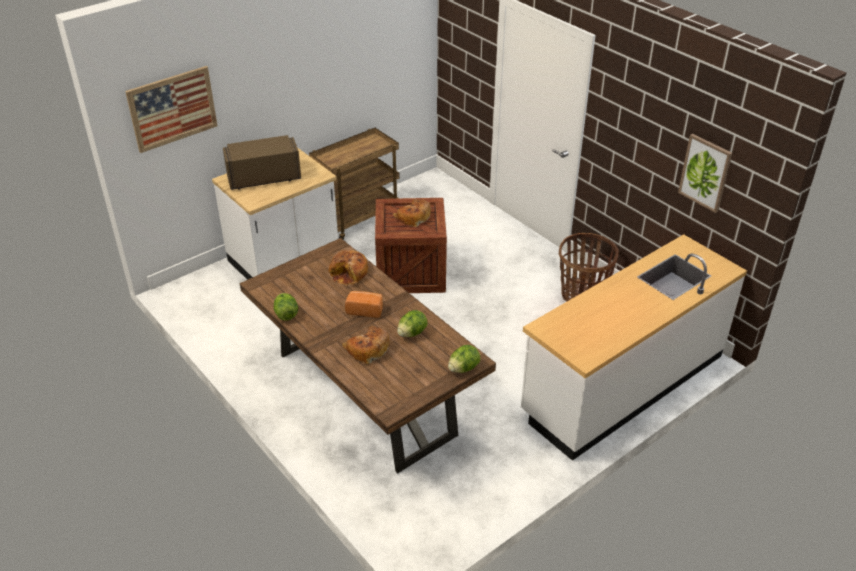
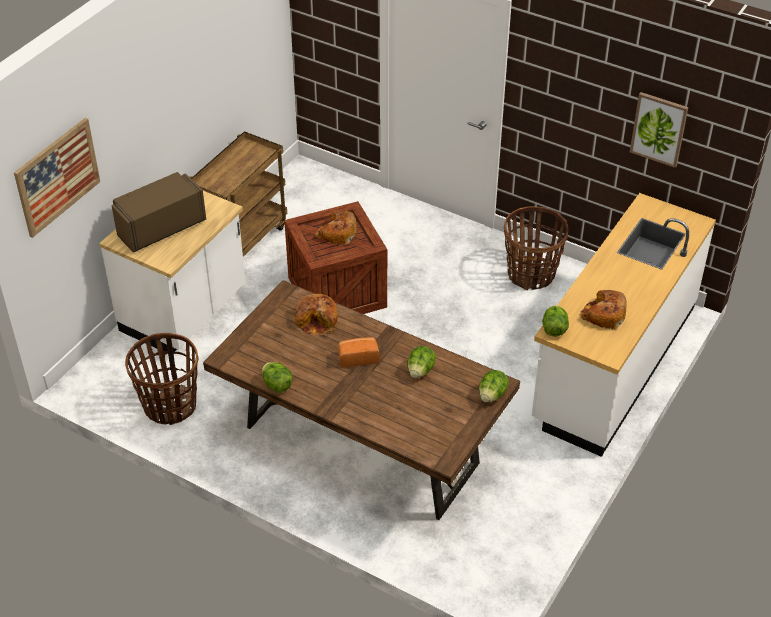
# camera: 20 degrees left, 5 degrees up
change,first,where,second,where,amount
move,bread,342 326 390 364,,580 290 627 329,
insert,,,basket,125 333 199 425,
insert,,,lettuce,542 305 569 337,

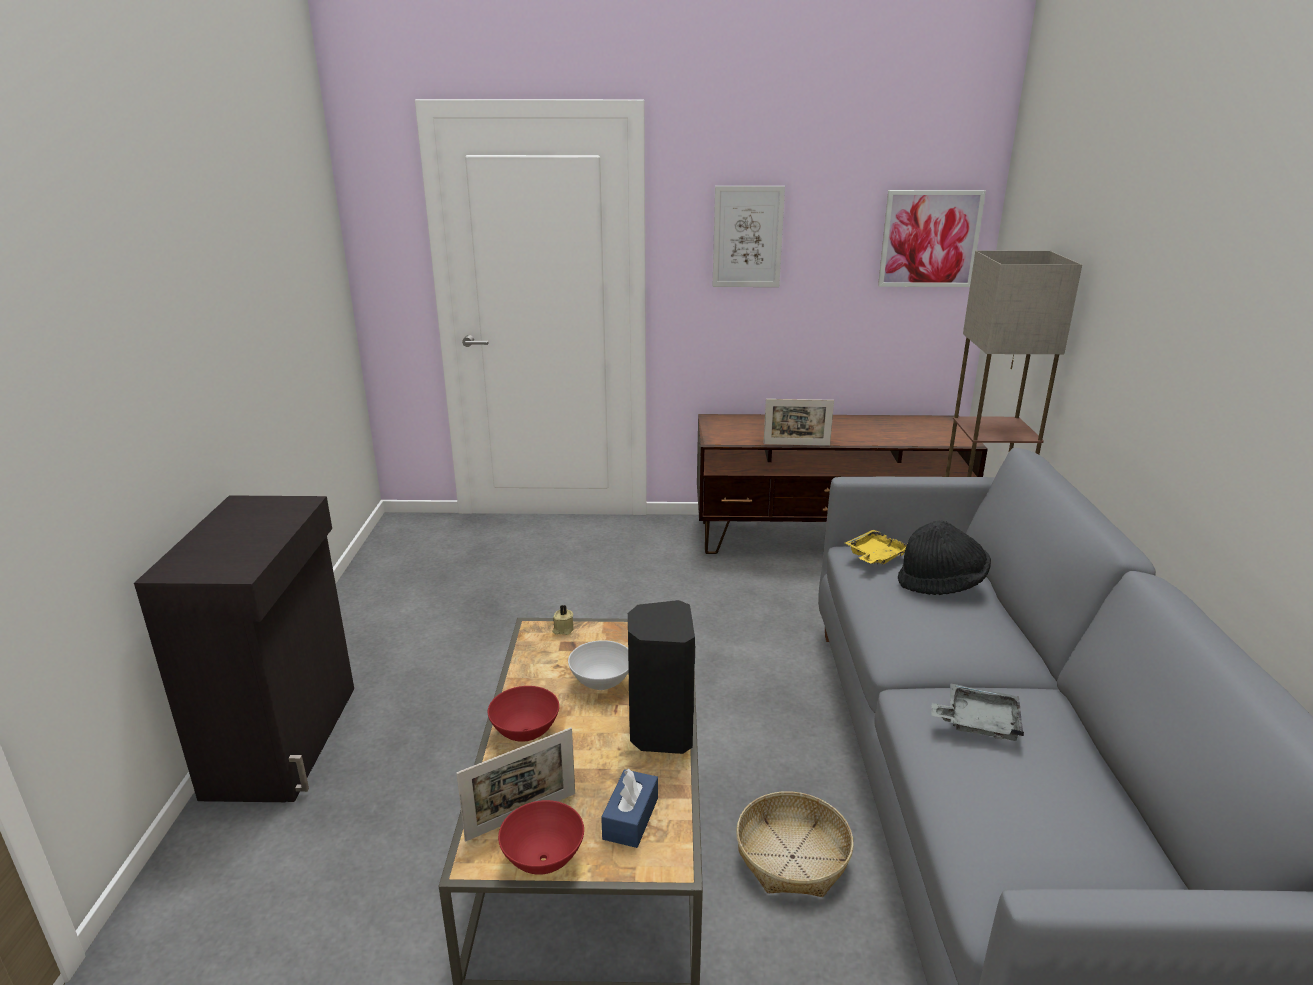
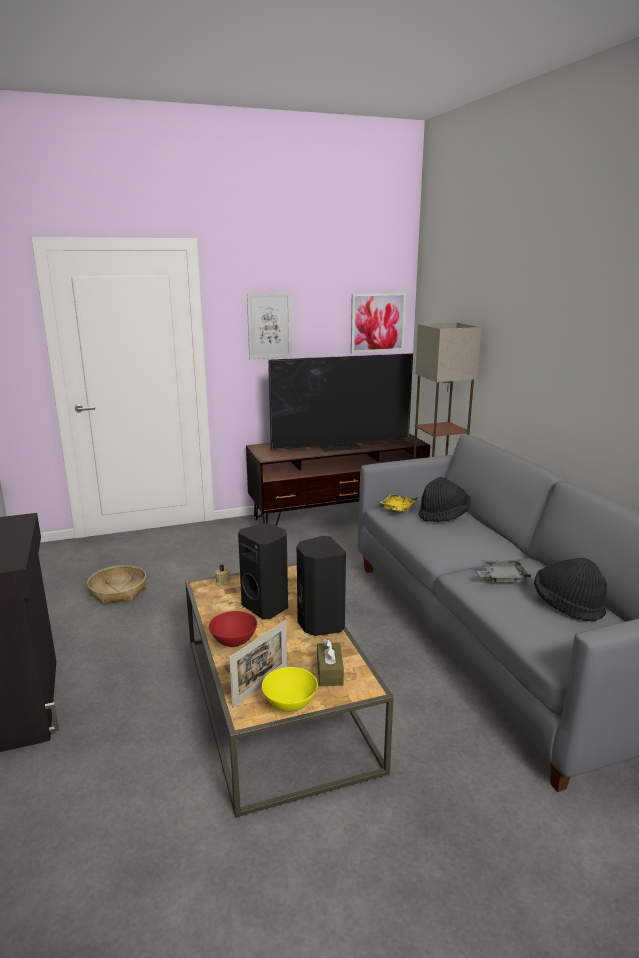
# camera: 20 degrees left, 5 degrees down
change,first,where,second,where,amount
recolor,bowl in red,498 800 584 875,bowl in yellow,262 667 318 712,
replace,bowl in white,568 640 629 690,speaker in black,238 523 288 619,
recolor,tissue box in blue,601 768 658 848,tissue box in brown,317 639 344 686,
move,basket,736 791 854 897,,87 565 146 605,
delete,picture frame,763 399 834 446,,,
insert,,,television,268 353 413 452,
insert,,,hat in black,534 558 607 621,

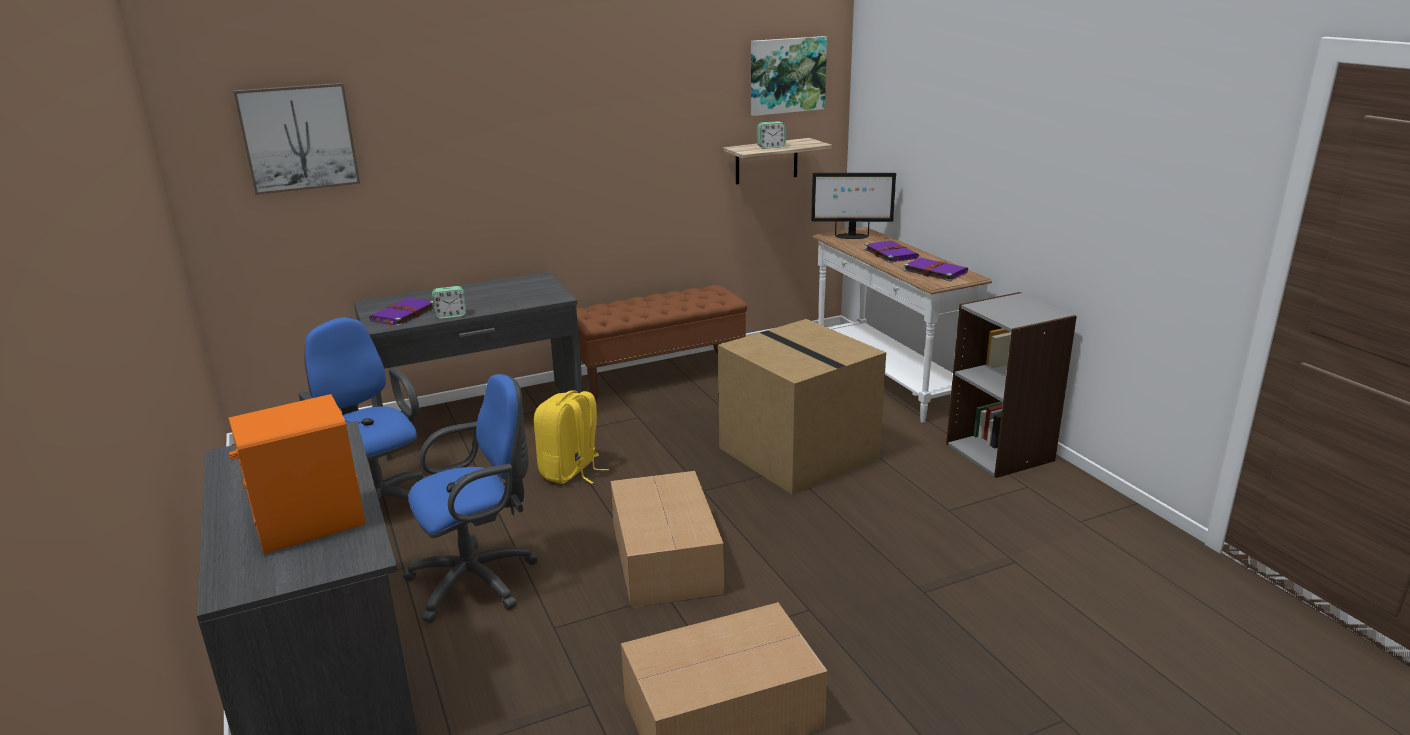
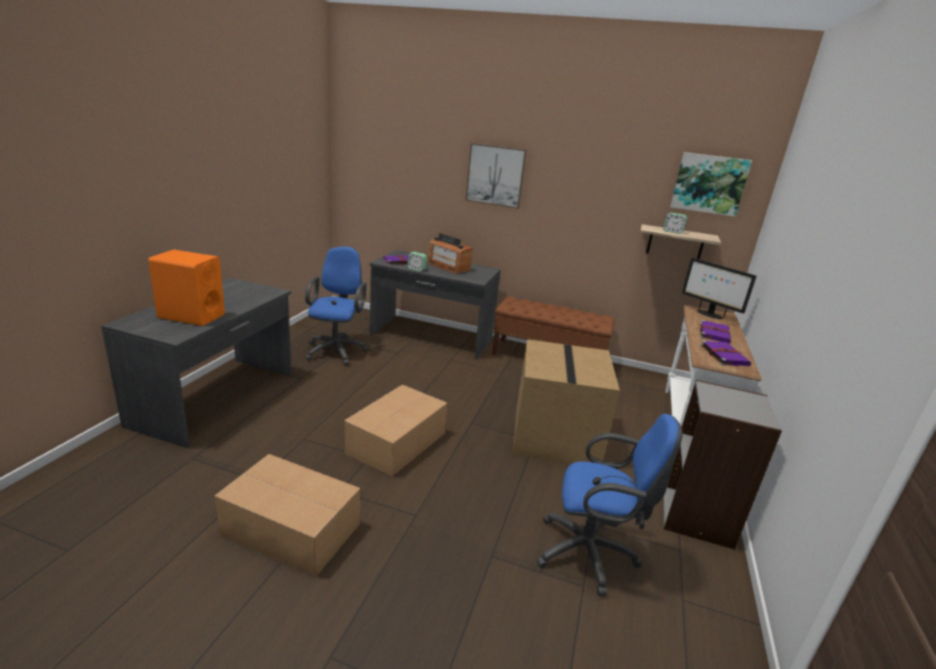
# camera: 40 degrees right, 0 degrees up
change,first,where,second,where,amount
move,picture,233 83 360 195,,465 143 527 209,
move,office chair in blue,403 374 538 623,,536 414 683 596,
delete,backpack in yellow,534 390 609 484,,,
insert,,,radio,427 233 473 274,

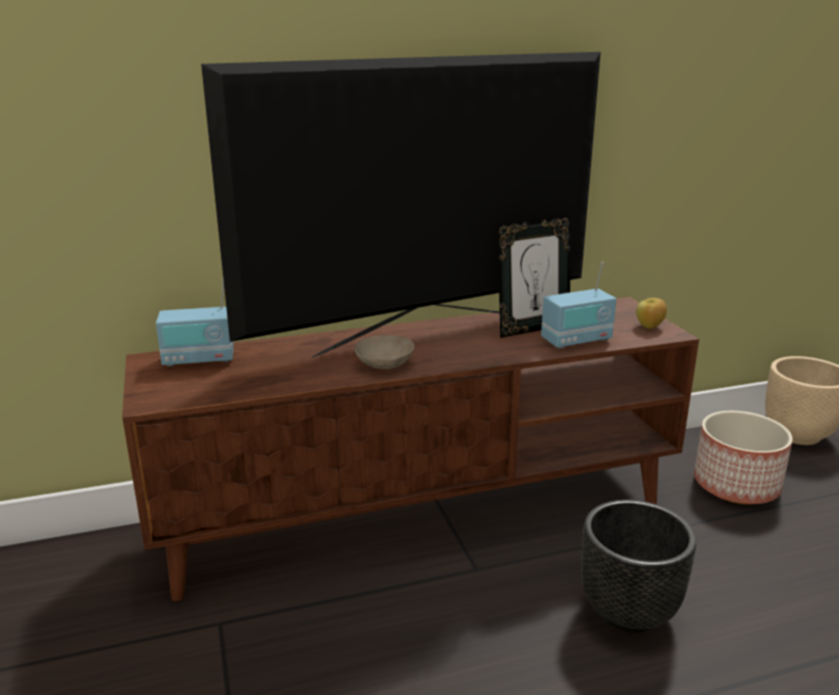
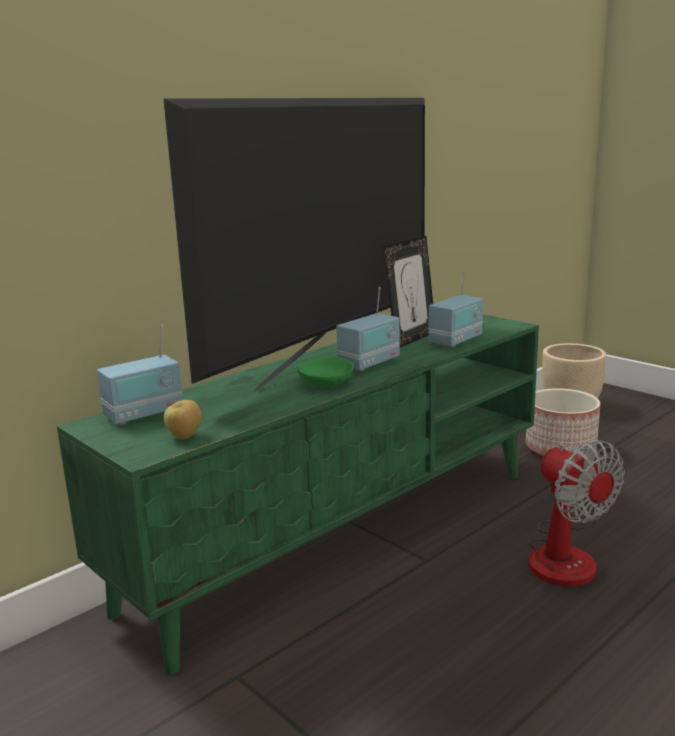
# camera: 25 degrees left, 5 degrees down
change,first,where,second,where,amount
recolor,tv stand in brown,122 297 699 601,tv stand in green,57 314 539 674,
recolor,bowl in beige,354 335 414 369,bowl in green,297 357 354 387,
replace,planter in black,581 500 696 633,fan,528 440 625 586,
move,apple,636 298 667 329,,164 400 201 440,
insert,,,radio,336 287 400 372,

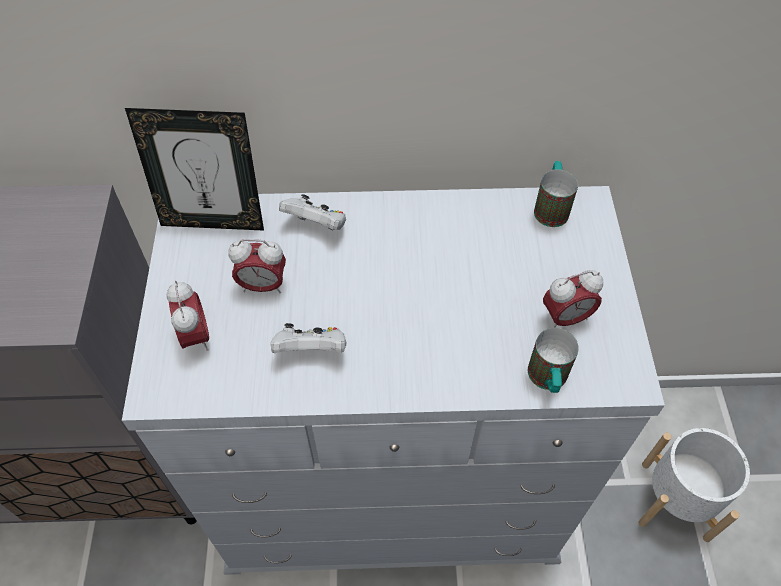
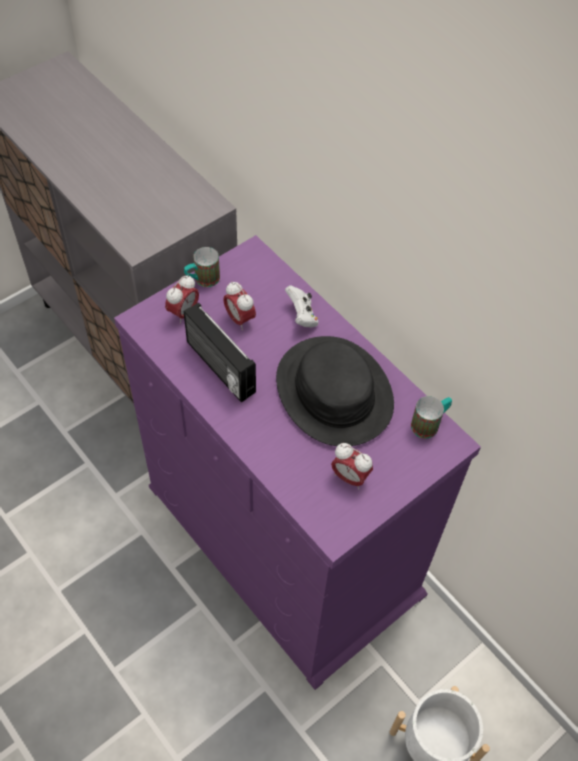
# camera: 50 degrees right, 0 degrees up
change,first,where,second,where,amount
recolor,dresser in white,122 186 665 575,dresser in purple,114 235 481 690,
delete,picture frame,125 108 264 231,,,
replace,game controller in white,271 323 346 353,radio,184 303 256 402,
move,mug,528 328 579 393,,184 247 220 287,
insert,,,hat in black,276 336 394 446,

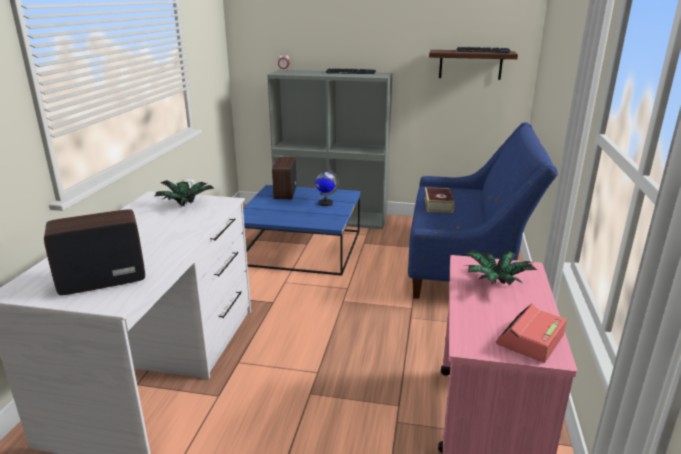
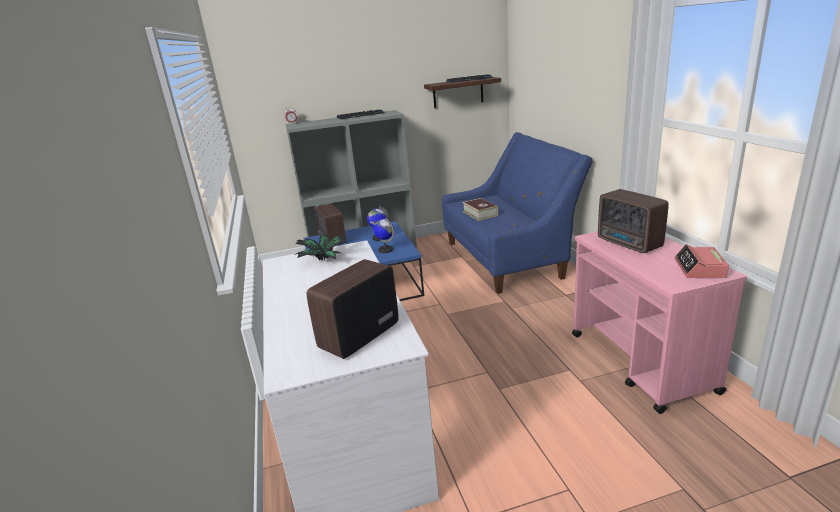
# camera: 25 degrees left, 0 degrees up
change,first,where,second,where,amount
replace,potted plant,462 249 537 285,radio,598 189 668 253,
insert,,,globe,373 218 394 253,

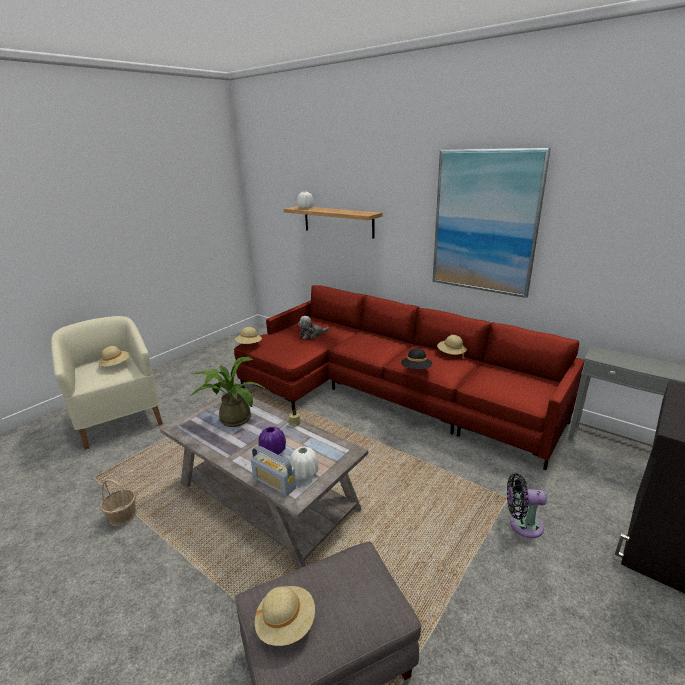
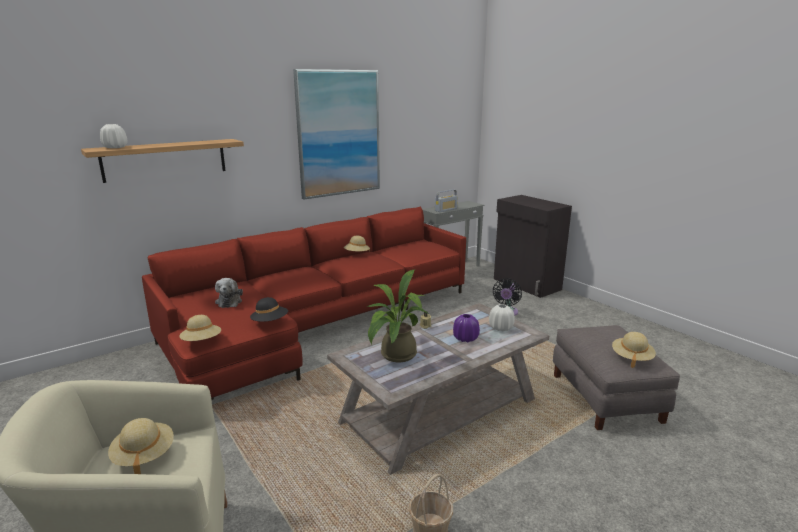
# camera: 75 degrees left, 5 degrees down
change,first,where,second,where,amount
move,radio,251 446 296 496,,435 189 458 212,
move,hat in black,401 349 432 369,,250 297 288 322,

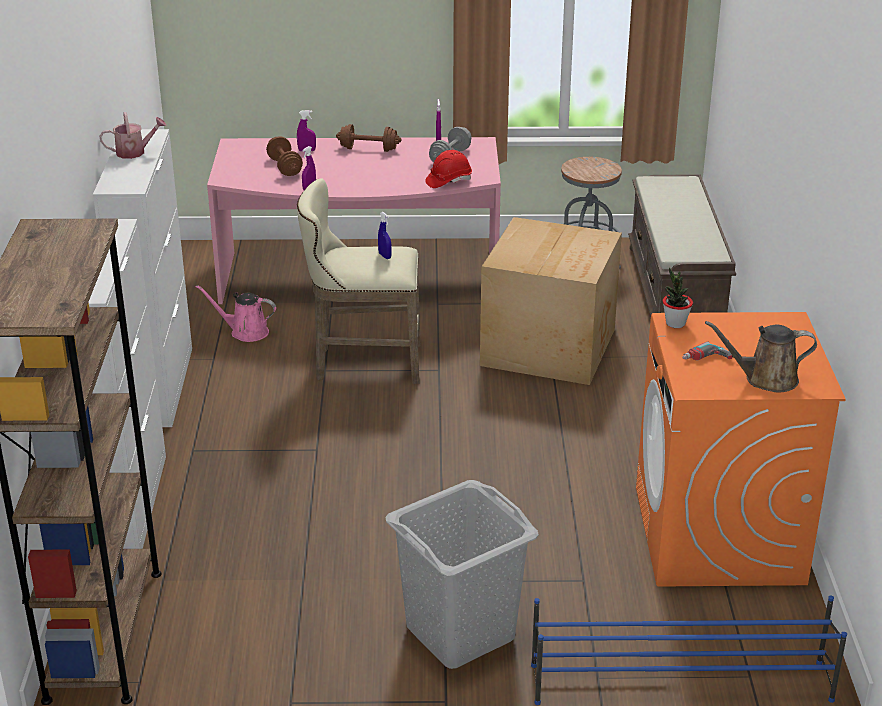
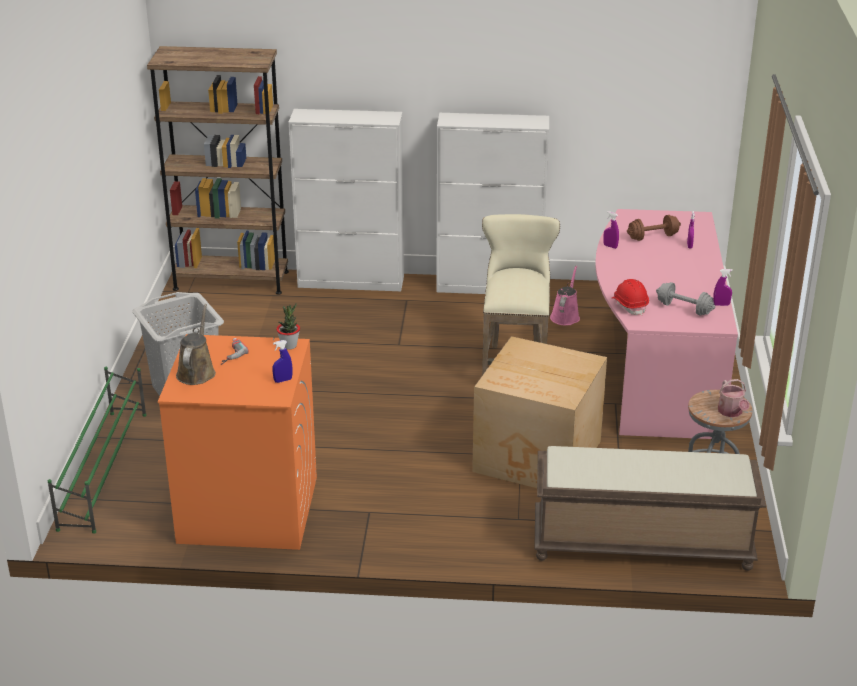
# camera: 95 degrees right, 0 degrees up
change,first,where,second,where,amount
move,watering can,99 112 167 159,,718 379 750 417,
delete,dumbbell in brown,336 124 401 152,,,
move,spray bottle in blue,378 212 392 259,,272 340 292 383,
recolor,shoe rack in blue,531 596 847 705,shoe rack in green,48 367 146 534,

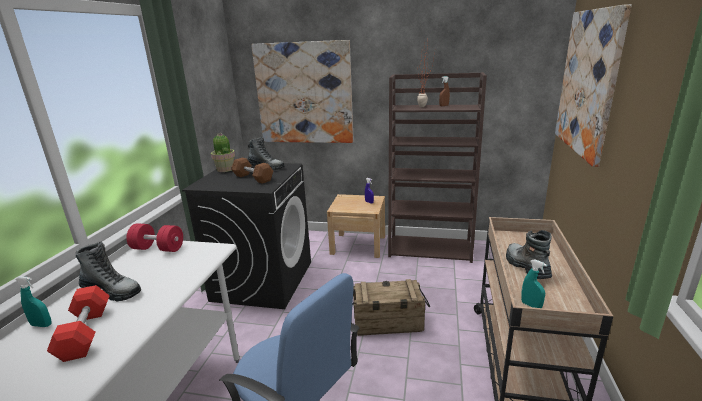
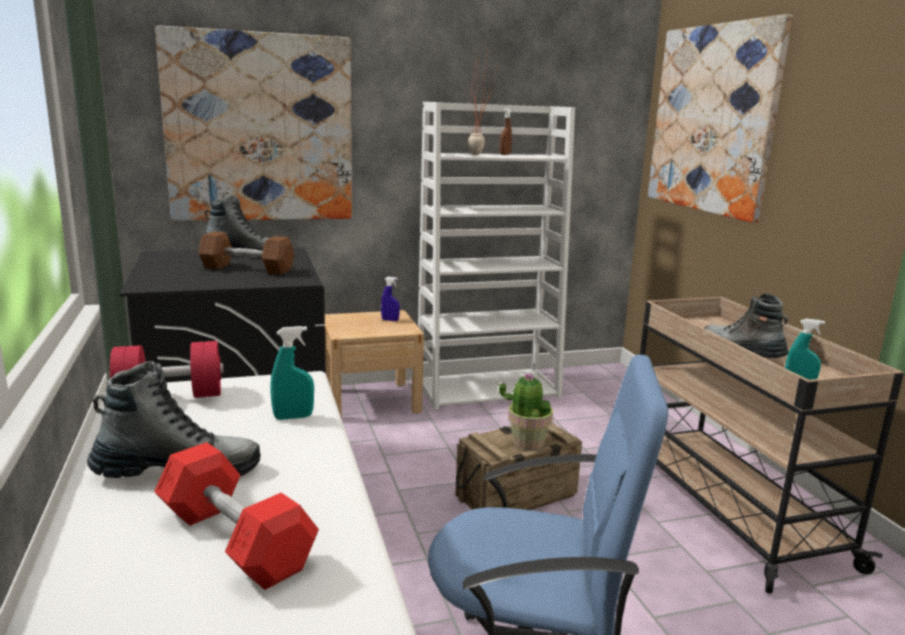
# camera: 30 degrees left, 5 degrees down
change,first,where,second,where,amount
move,spray bottle in turquoise,15 276 51 327,,270 326 314 420,
move,potted plant,211 132 235 172,,499 372 553 450,
recolor,bookcase in brown,388 72 487 263,bookcase in white,418 102 575 410,

